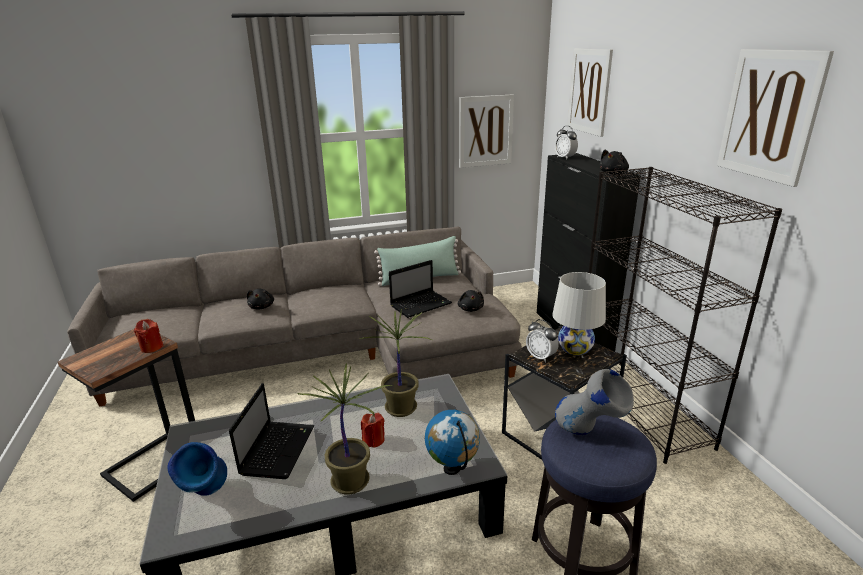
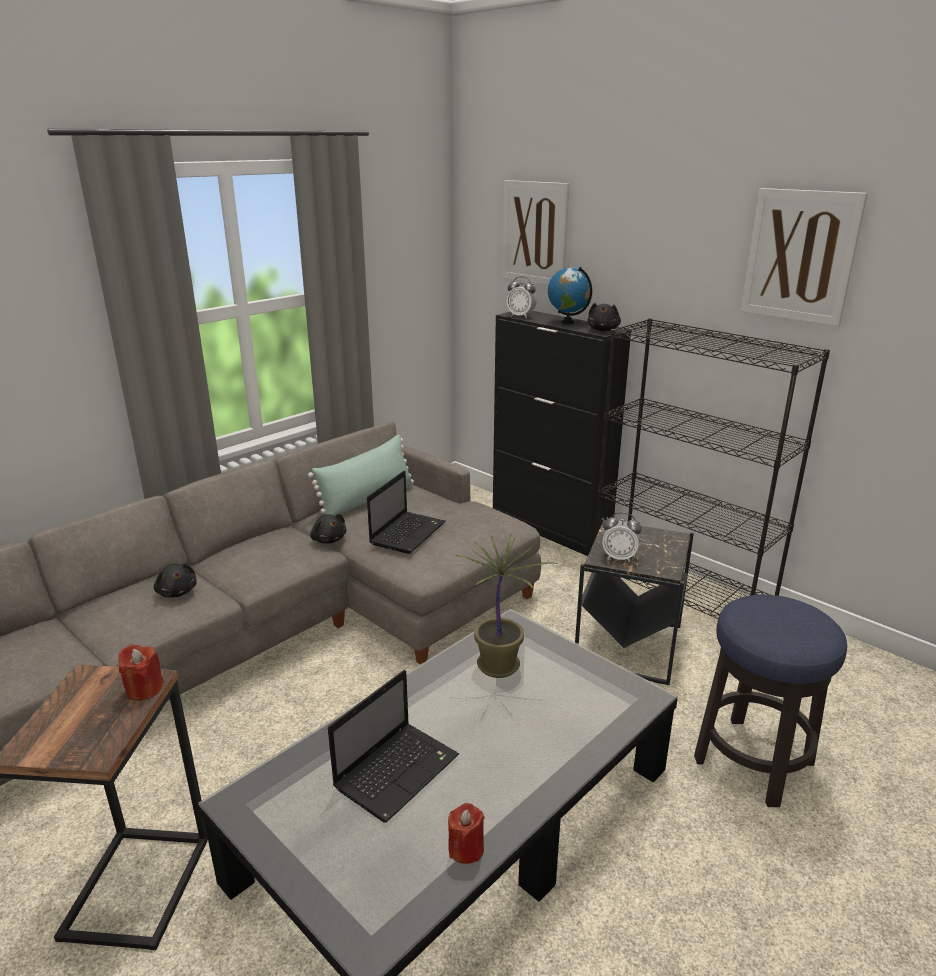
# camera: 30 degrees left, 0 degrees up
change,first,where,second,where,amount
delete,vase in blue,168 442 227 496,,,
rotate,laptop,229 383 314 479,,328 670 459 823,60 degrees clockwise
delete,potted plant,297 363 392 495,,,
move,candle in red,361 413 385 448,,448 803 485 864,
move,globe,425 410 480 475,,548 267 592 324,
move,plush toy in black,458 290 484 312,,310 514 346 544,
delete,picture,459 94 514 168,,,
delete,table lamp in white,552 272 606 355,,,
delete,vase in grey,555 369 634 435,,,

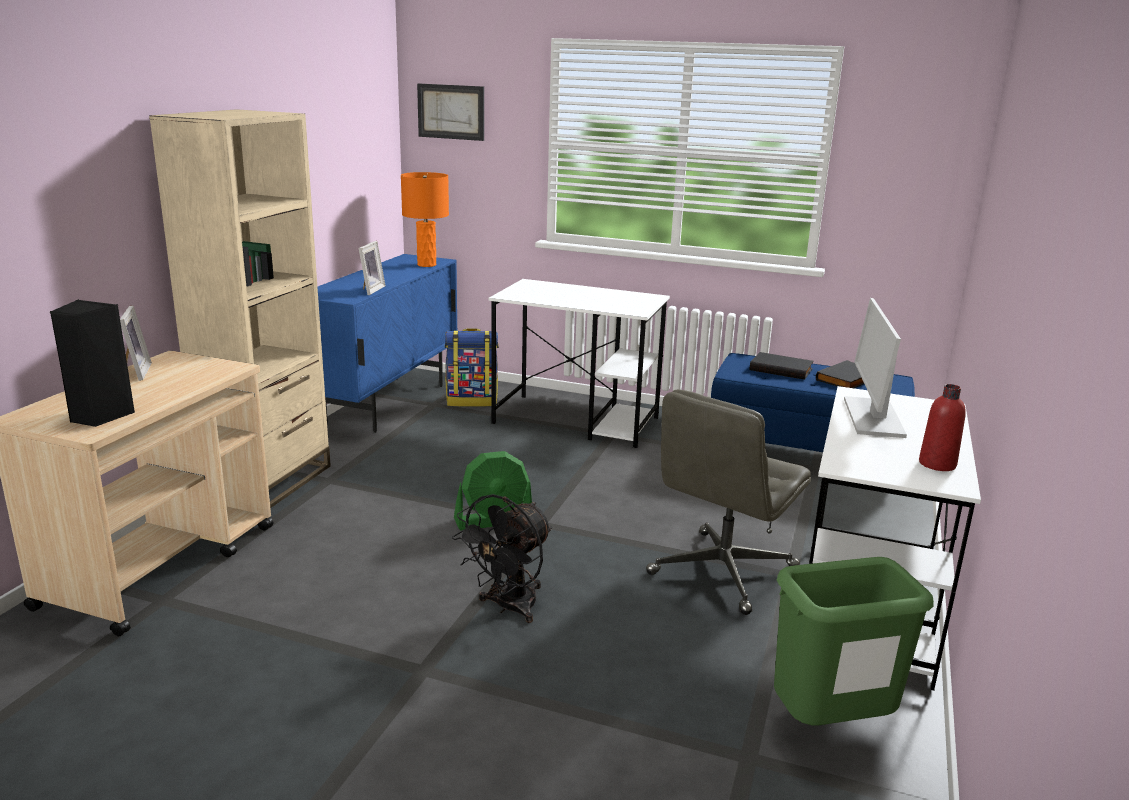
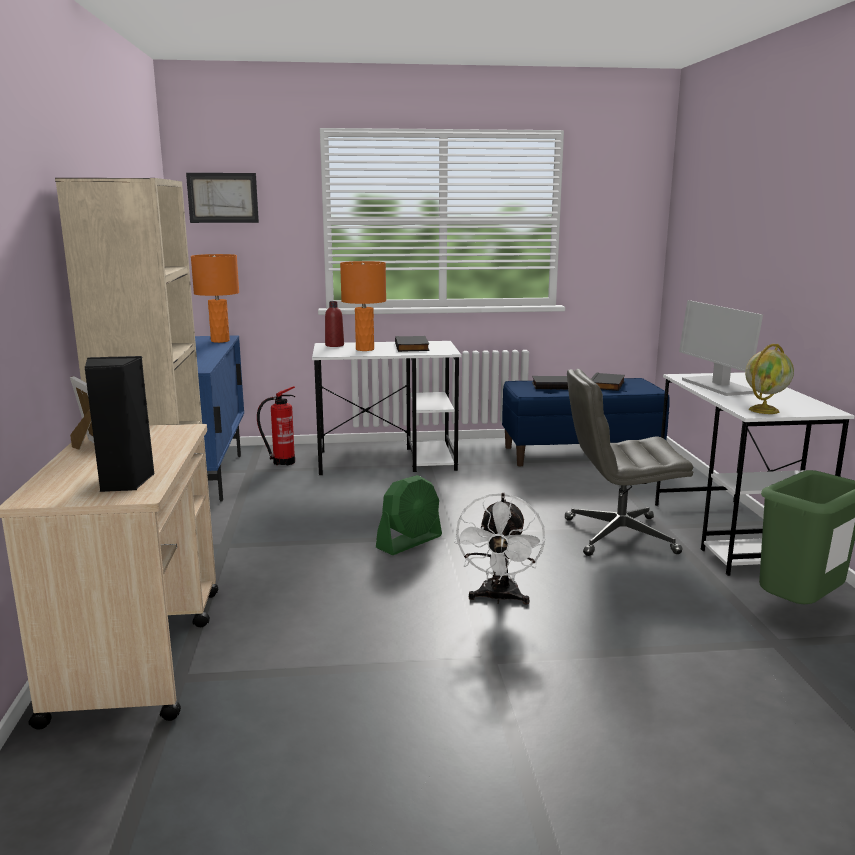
# camera: 25 degrees left, 5 degrees down
change,first,where,second,where,amount
delete,picture frame,359 241 386 295,,,
replace,backpack,445 328 499 407,fire extinguisher,257 386 295 465,
recolor,fan in black,452 494 553 623,fan in white,454 493 545 605,
rotate,office chair in grey,646 389 811 615,,565 369 693 556,75 degrees clockwise
move,bottle in red,919 384 966 471,,325 301 344 347,
insert,,,table lamp in orange,340 261 386 351,
insert,,,book in black,395 336 429 352,
insert,,,globe,745 344 794 414,

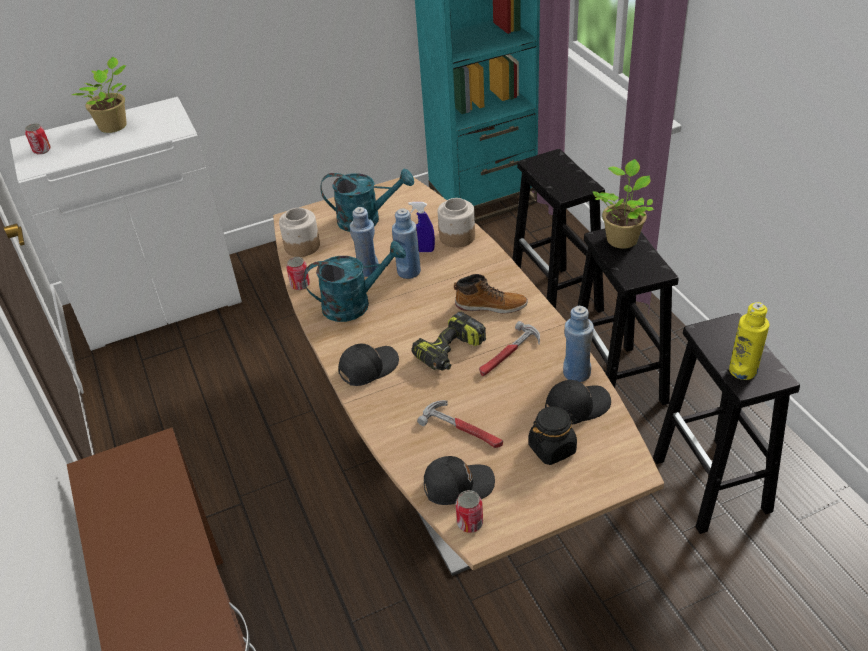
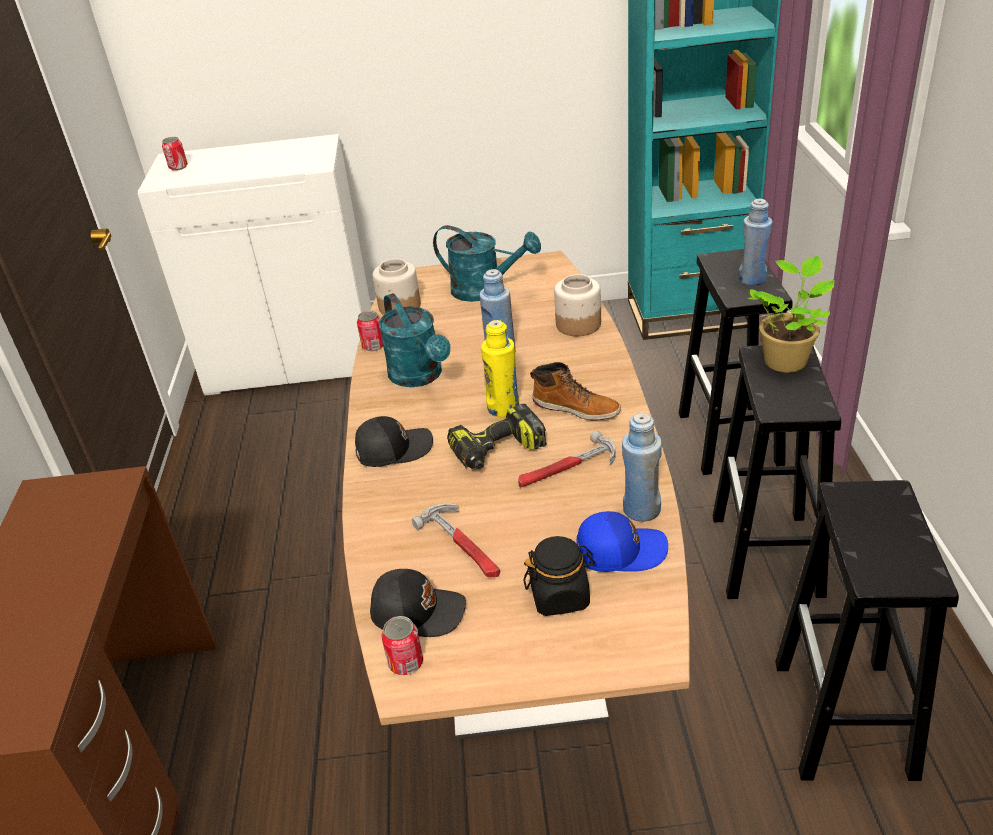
# camera: 20 degrees right, 5 degrees down
change,first,where,second,where,amount
delete,potted plant,72 57 127 133,,,
rotate,watering can in turquoise,303 241 406 322,,379 293 451 387,60 degrees clockwise
move,bottle in blue,350 207 379 277,,739 199 773 285,
delete,spray bottle in blue,408 202 435 252,,,
recolor,cap in black,545 380 611 425,cap in blue,576 511 668 572,
move,bottle in yellow,729 302 769 380,,481 320 519 417,

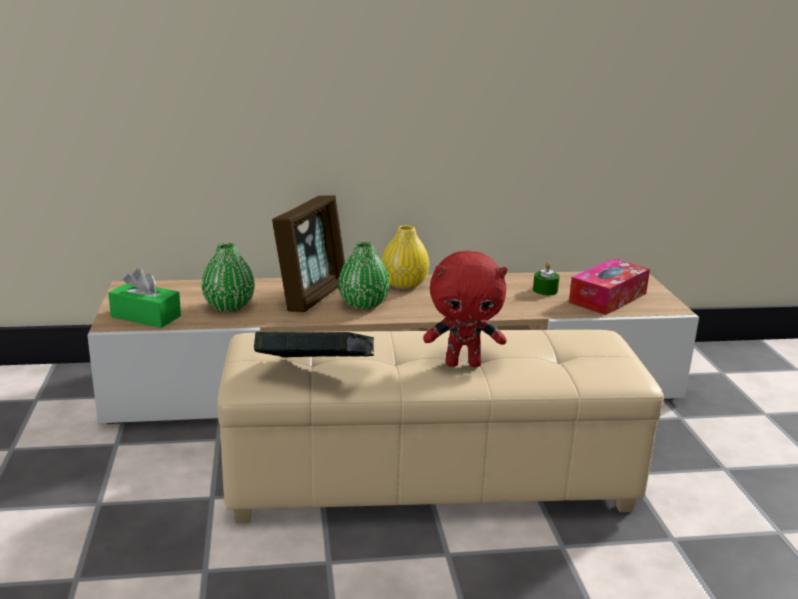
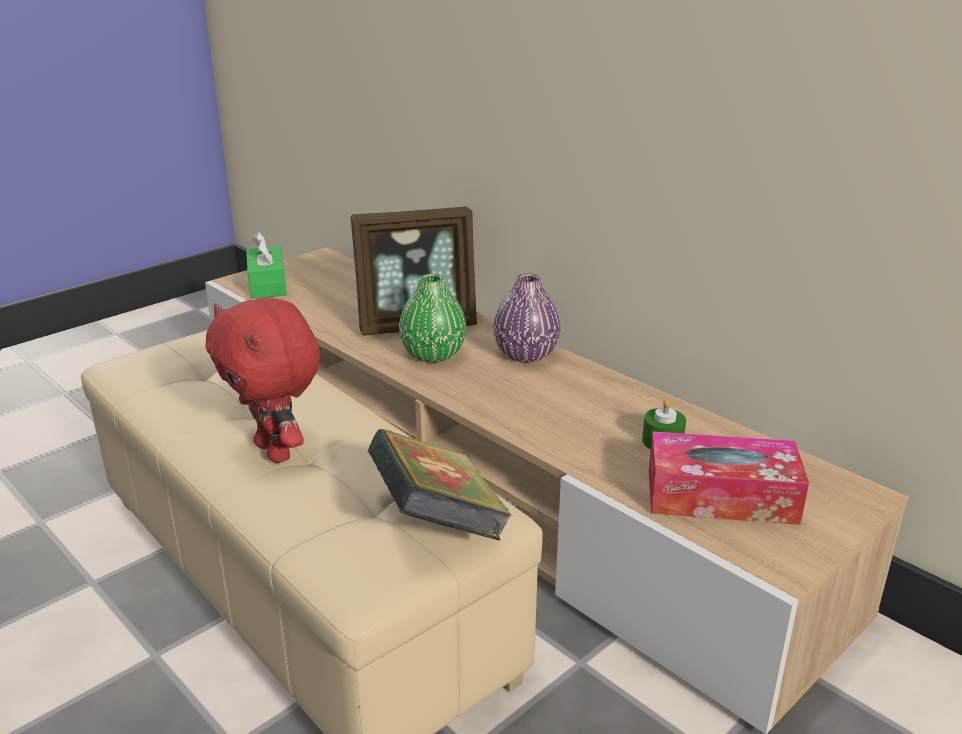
# camera: 55 degrees right, 5 degrees up
change,first,where,second,where,amount
delete,vase in green,202 243 255 312,,,
move,book,254 331 374 358,,368 429 513 541,
recolor,vase in yellow,382 225 429 289,vase in purple,493 274 561 363,

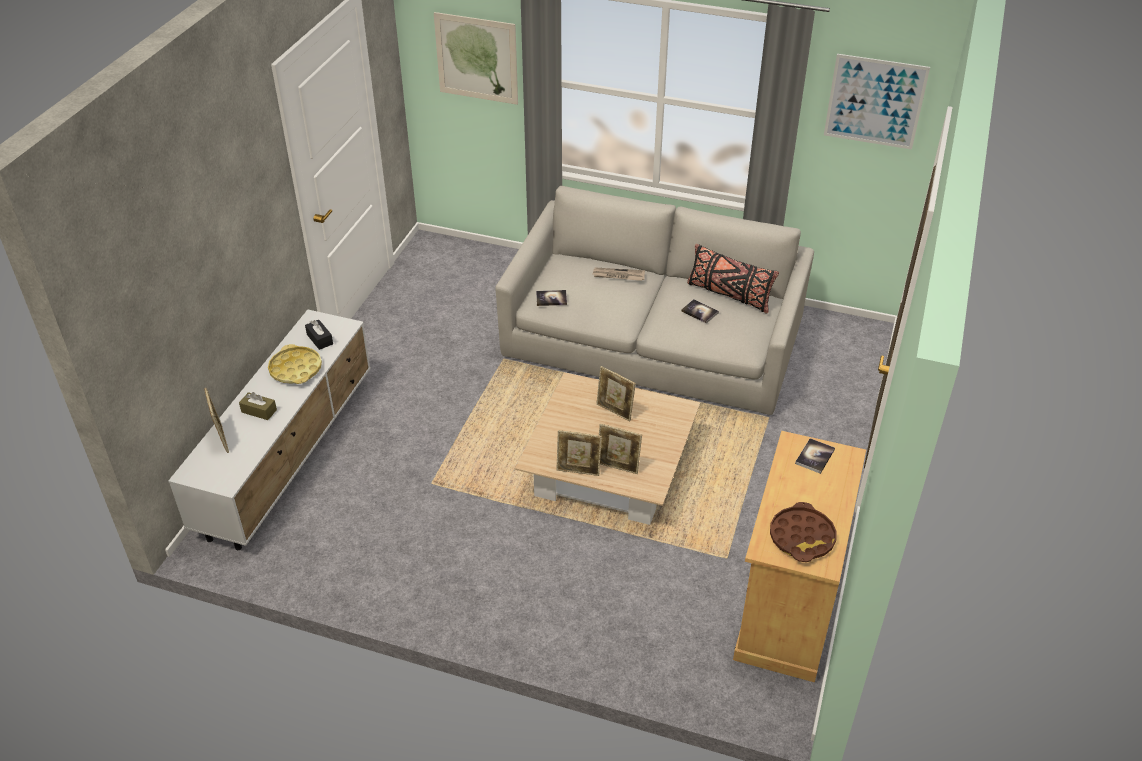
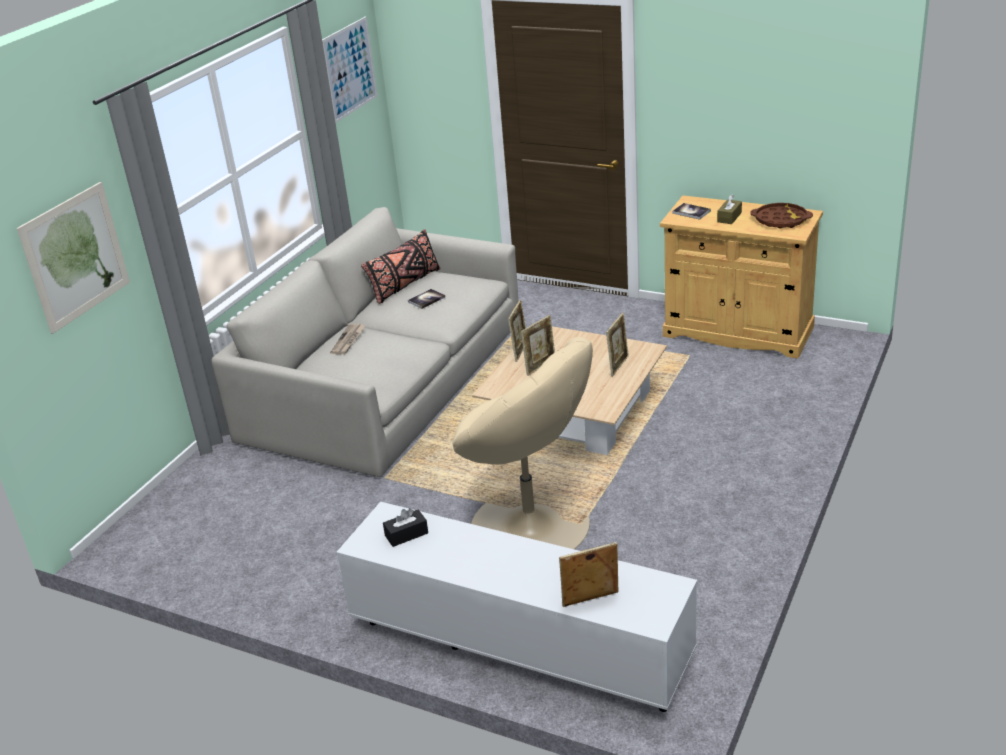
# camera: 80 degrees left, 10 degrees down
change,first,where,second,where,amount
move,tissue box in brown,239 392 277 420,,717 194 742 224,
delete,tray in yellow,268 344 322 384,,,
delete,book,536 290 567 306,,,
move,picture frame,557 430 602 476,,508 300 526 362,
insert,,,armchair in beige,453 337 593 549,

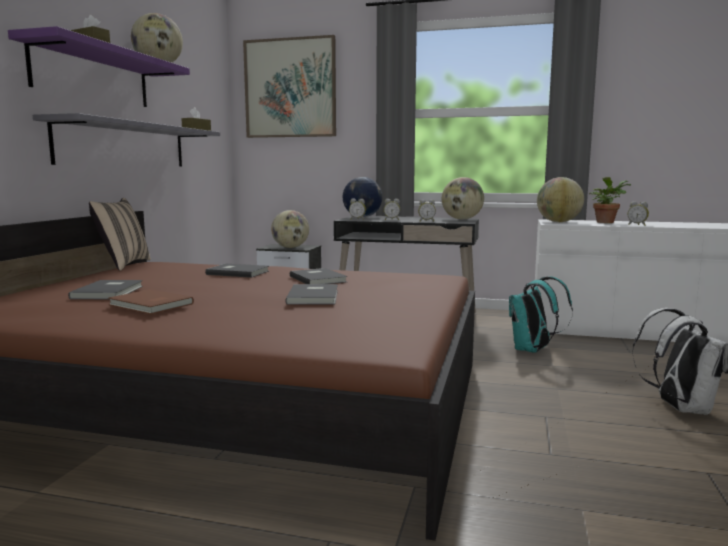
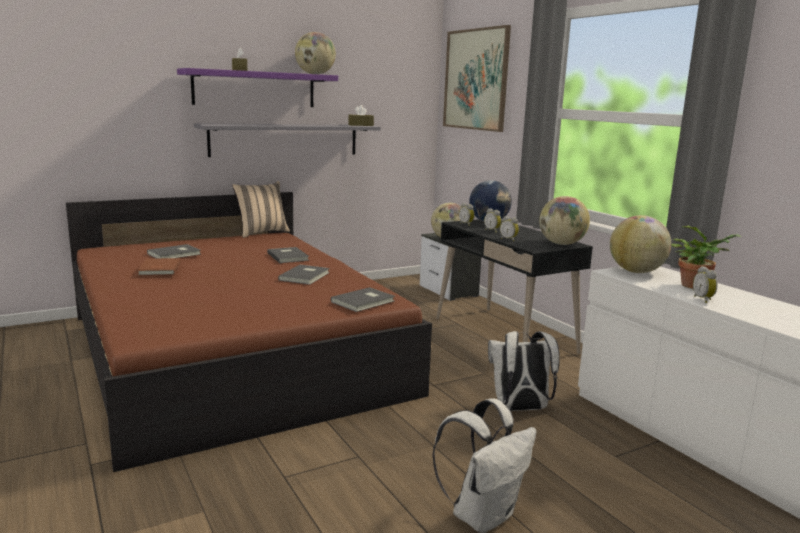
# camera: 45 degrees right, 5 degrees up
change,first,where,second,where,amount
move,book in grey,285 284 338 305,,331 287 395 312,
recolor,backpack in turquoise,509 277 573 353,backpack in white,488 331 559 411,

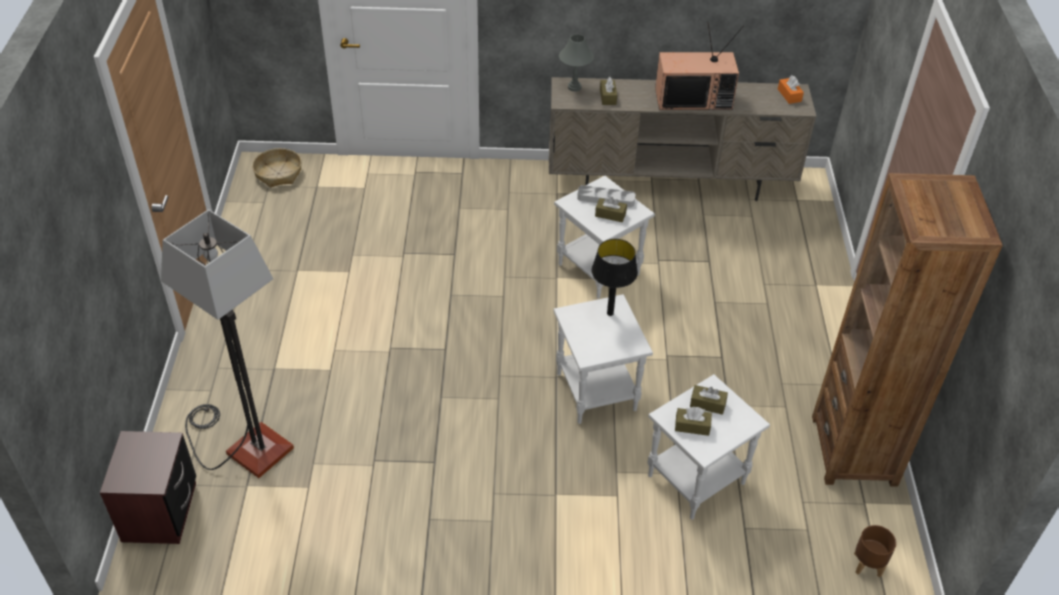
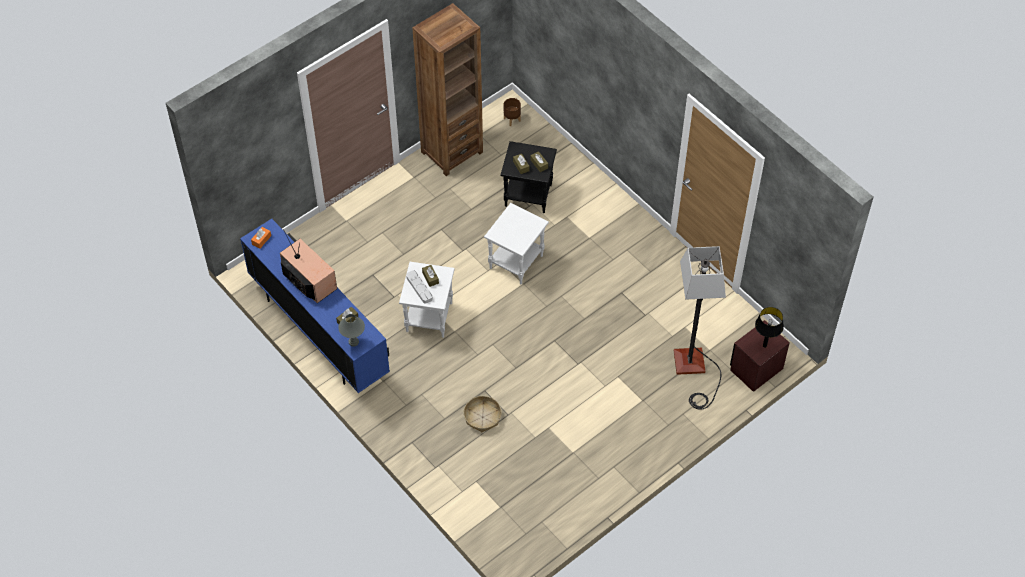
# camera: 130 degrees left, 10 degrees up
change,first,where,second,where,amount
move,basket,252 148 302 188,,464 396 502 432,
recolor,tv stand in beige,549 77 816 201,tv stand in blue,240 219 390 393,
move,table lamp in black,591 239 638 316,,755 307 784 348,
recolor,side table in white,647 374 770 520,side table in black,500 141 557 213,

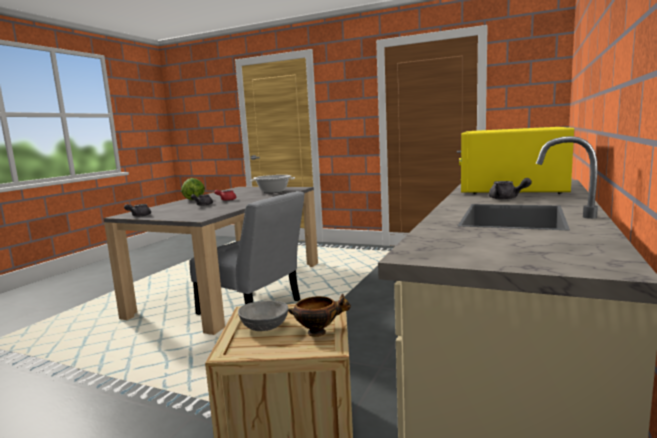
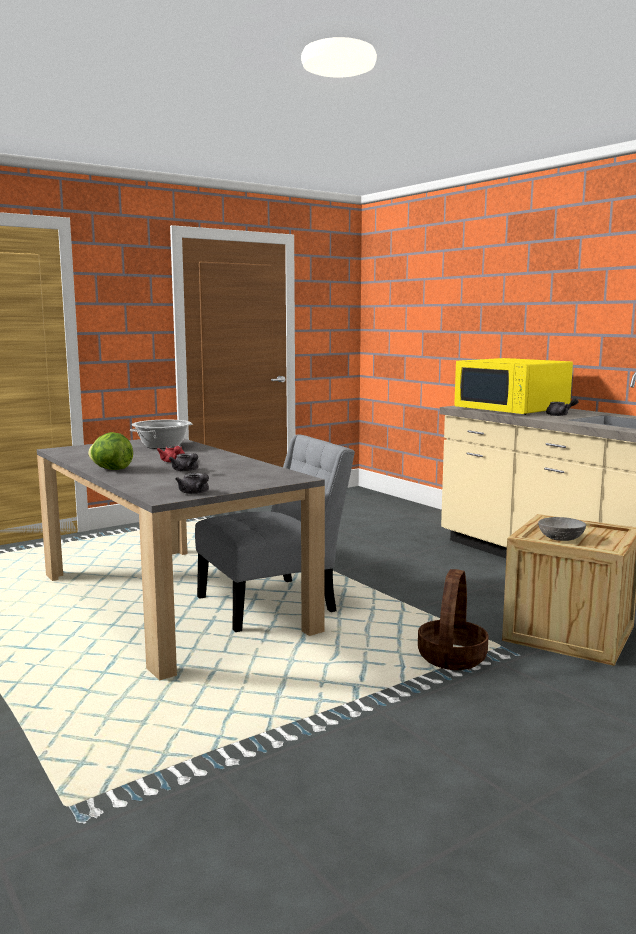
# camera: 60 degrees left, 0 degrees up
change,first,where,second,where,amount
delete,bowl,288 294 351 337,,,
insert,,,basket,418 569 489 670,

